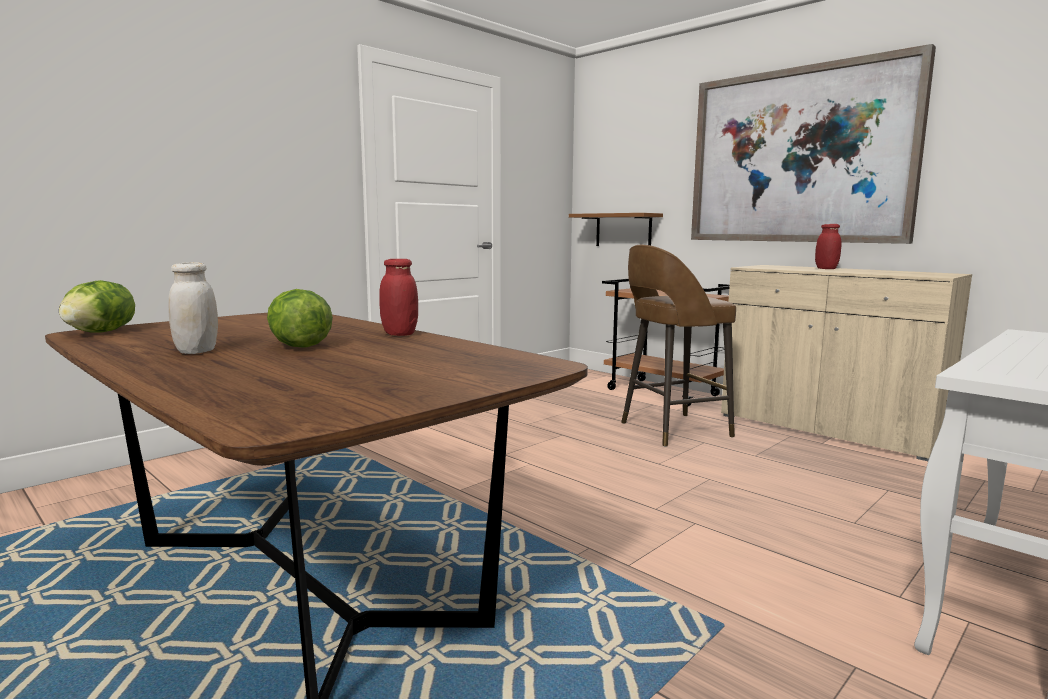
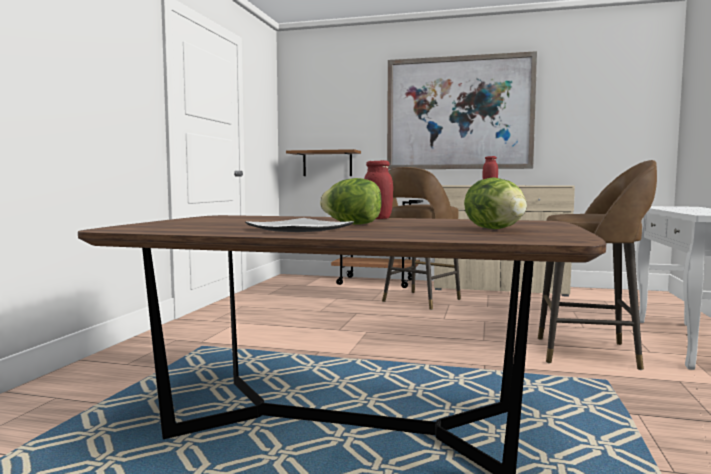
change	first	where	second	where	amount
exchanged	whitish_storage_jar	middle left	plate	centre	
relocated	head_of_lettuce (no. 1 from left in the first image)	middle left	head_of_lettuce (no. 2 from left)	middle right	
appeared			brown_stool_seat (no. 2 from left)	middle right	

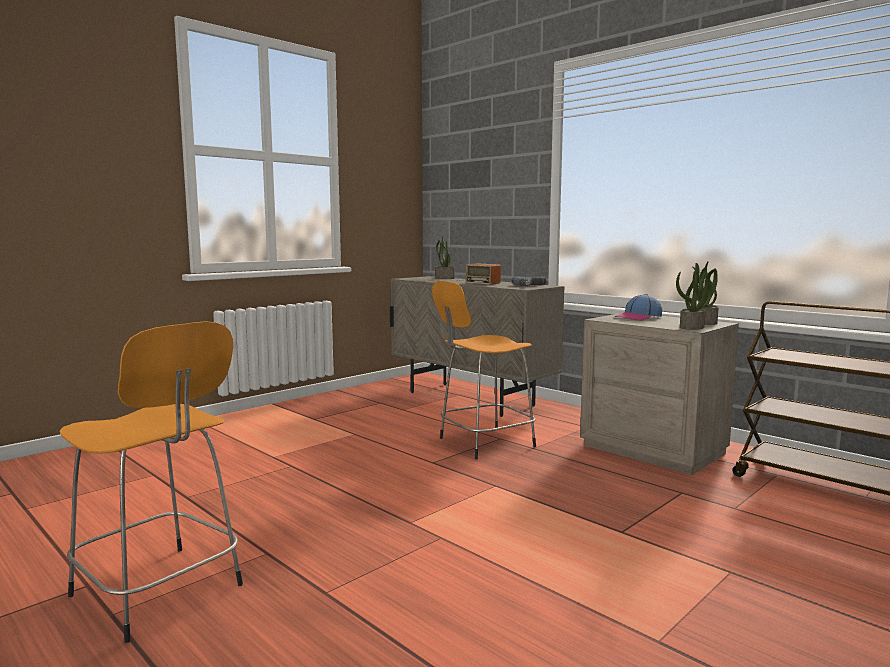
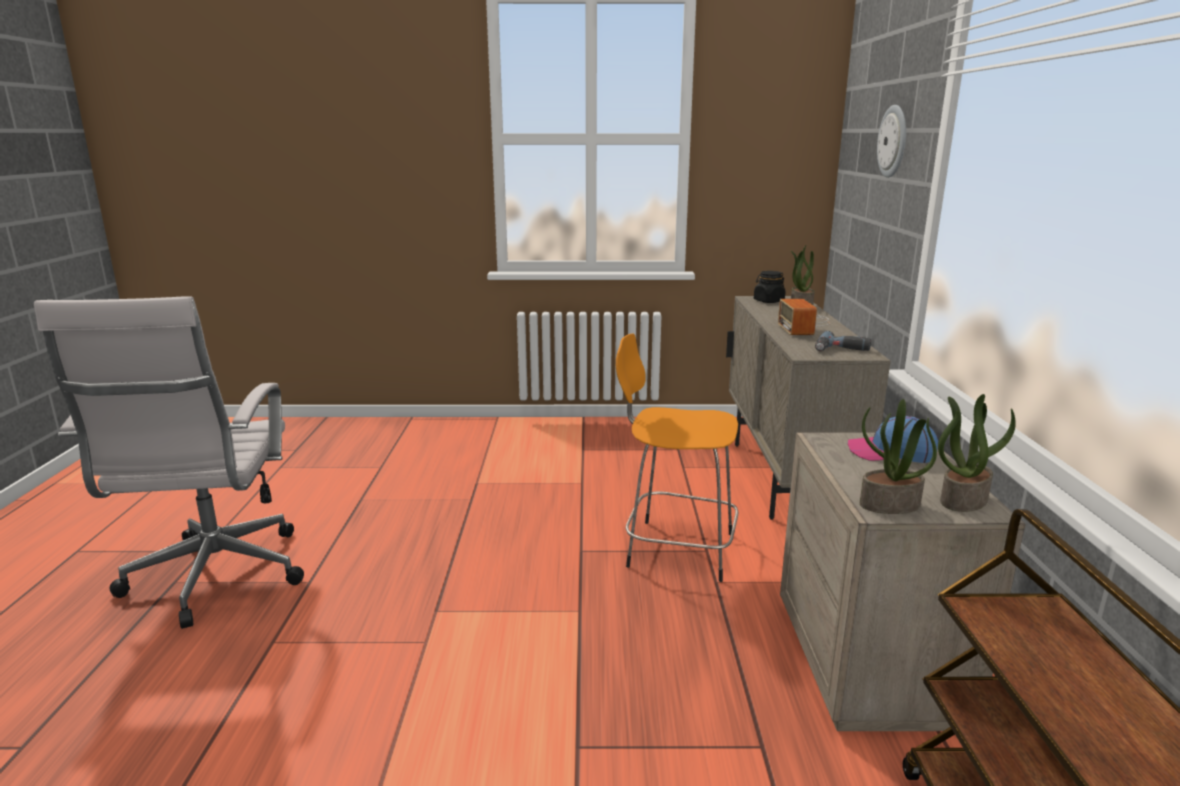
change	first	where	second	where	amount
exchanged	orange-coloured_stool_seat (no. 1 from left)	bottom left	whitish_desk_chair	middle left	
appeared			wall_clock	top right	
appeared			blackish_storage_jar	centre	

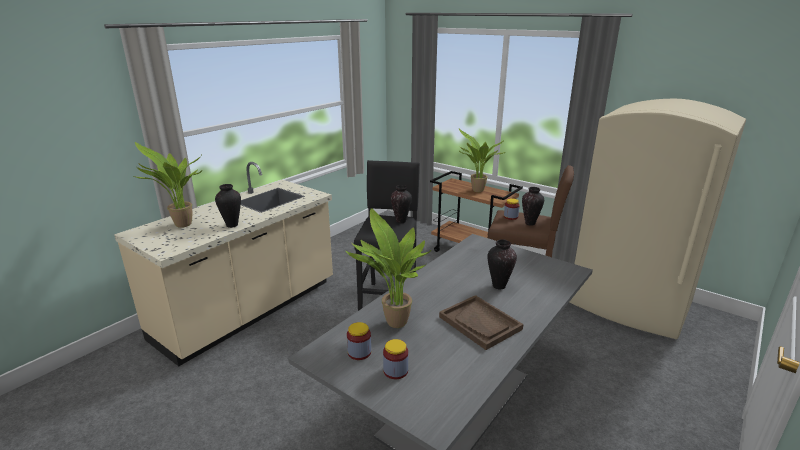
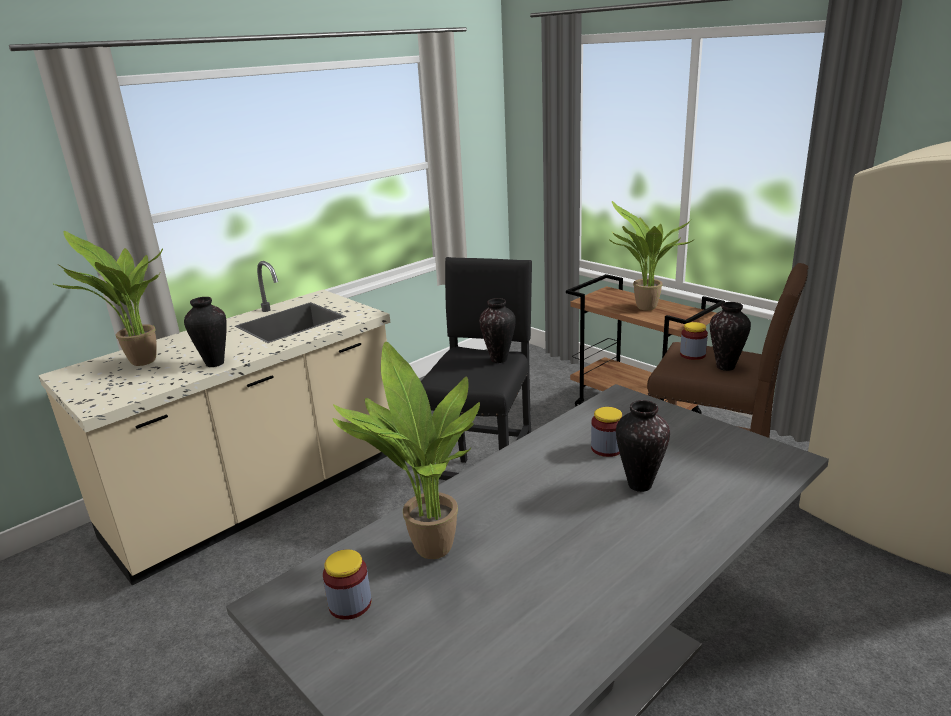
change	first	where	second	where	amount
missing	brown_carrying_tray	bottom centre			
relocated	storage_jar (no. 2 from left)	bottom centre		centre	

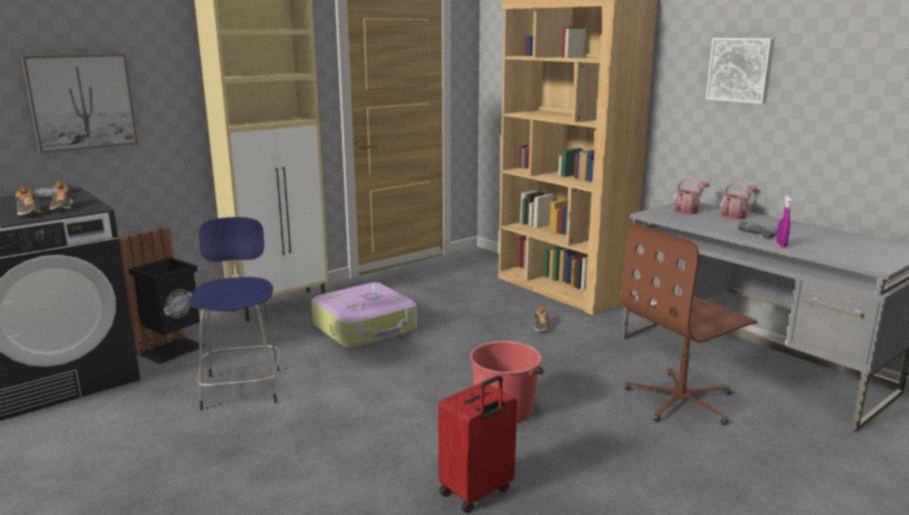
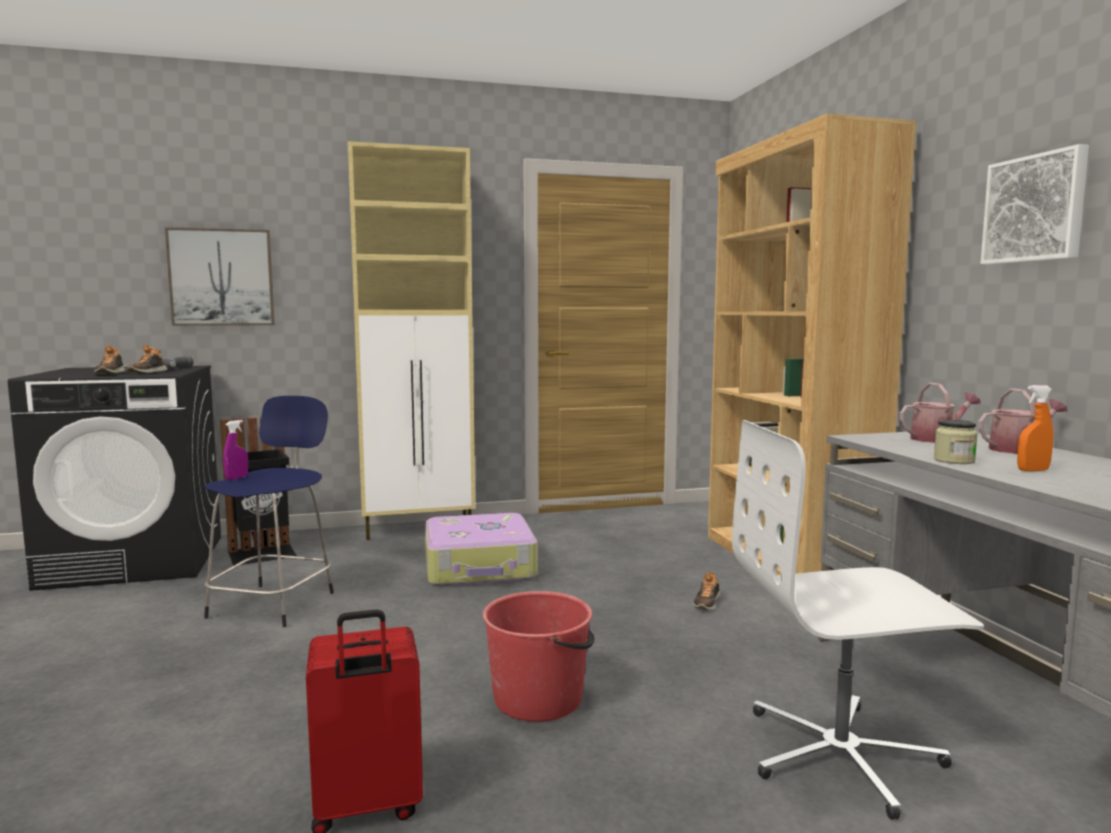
change	first	where	second	where	amount
relocated	purple_sprayer	middle right		middle left	
exchanged	power_drill (no. 2 from left)	middle right	orange-coloured_sprayer	middle right	
colour	brown_desk_chair	middle right	whitish_desk_chair	bottom right	
appeared			storage_jar	middle right	

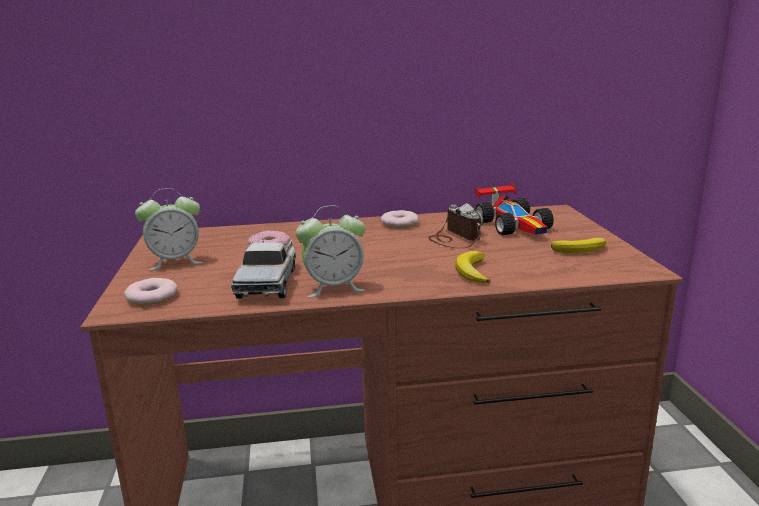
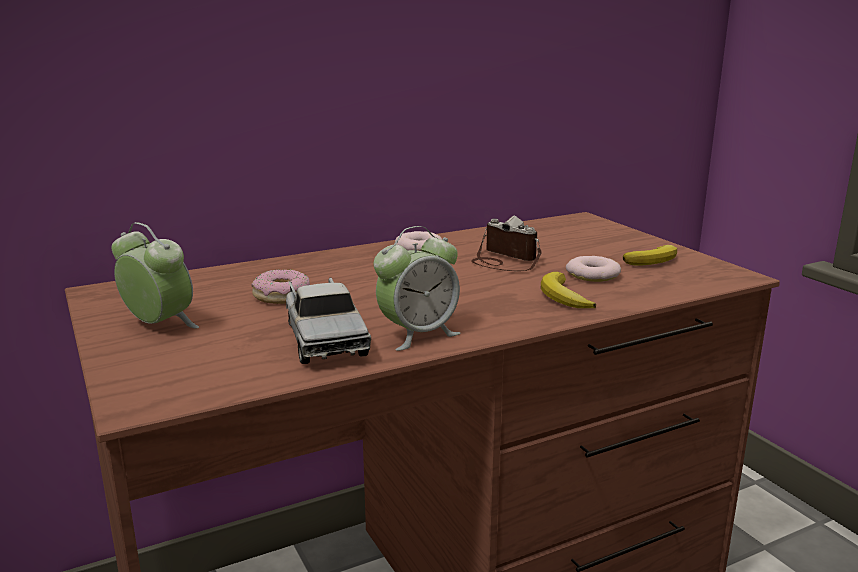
change	first	where	second	where	amount
missing	toy_car	middle right			
spun	table_clock (no. 1 from left)	middle left		middle left	105 degrees counterclockwise
relocated	ring_doughnut (no. 1 from left in the first image)	middle left	ring_doughnut (no. 3 from left)	middle right	

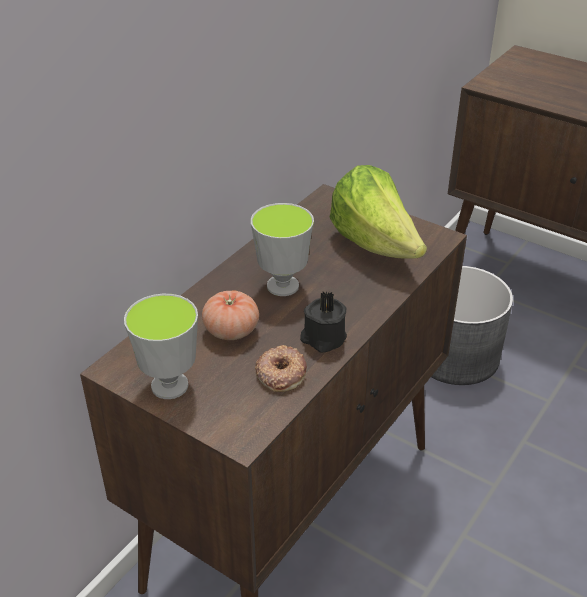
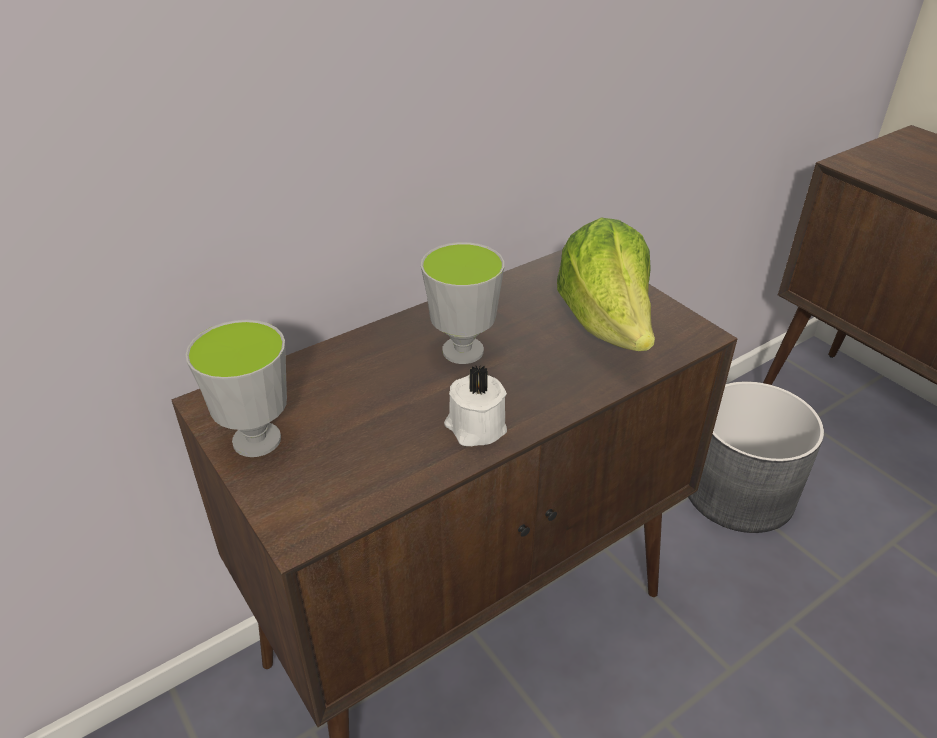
change	first	where	second	where	amount
missing	tomato	centre			
colour	blackish_wax_candle	centre	whitish_wax_candle	centre	
missing	ring_doughnut	centre			

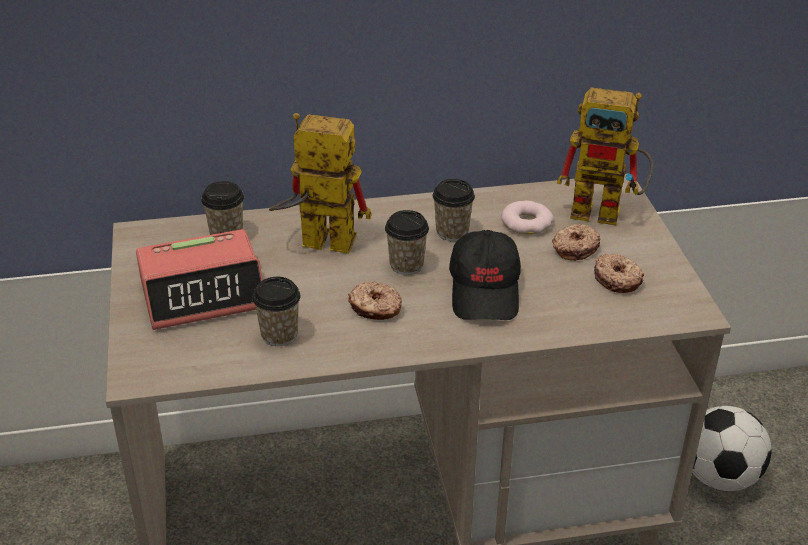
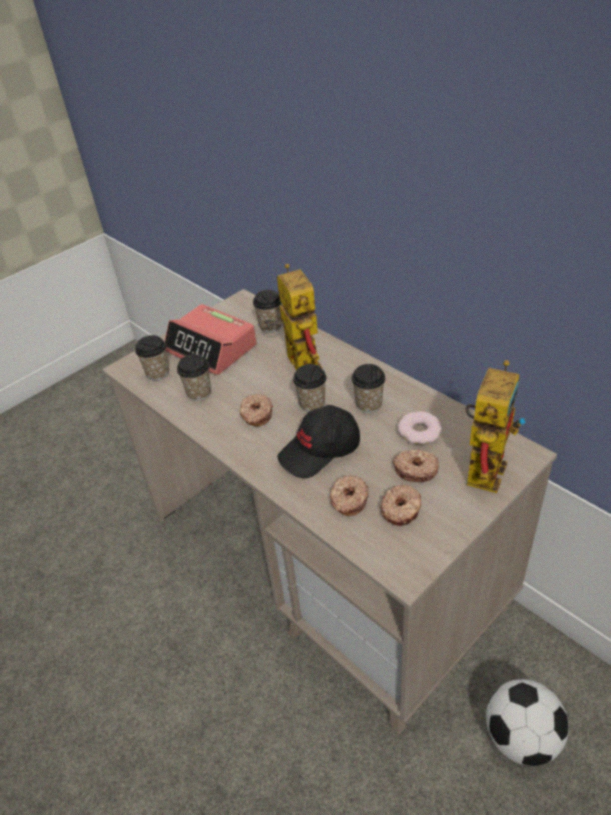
change	first	where	second	where	amount
spun	robot_figure (no. 2 from left)	top right		middle right	135 degrees counterclockwise
appeared			small_cup (no. 1 from left)	middle left	
appeared			ring_doughnut (no. 2 from left)	centre	

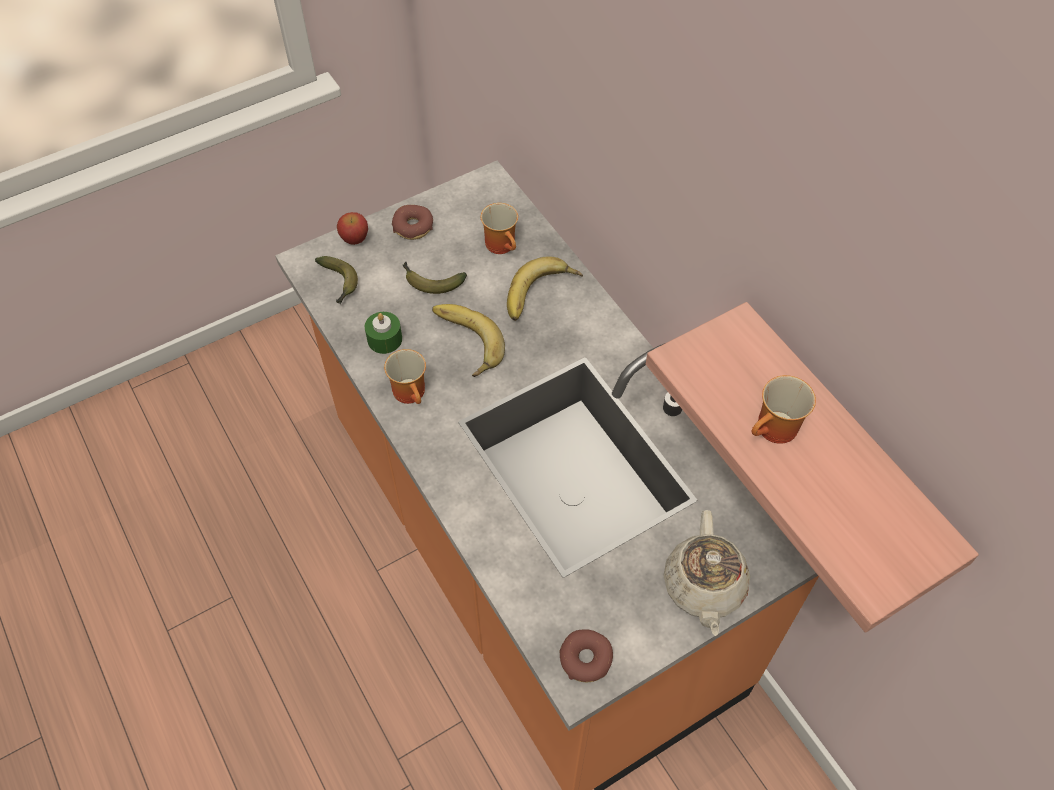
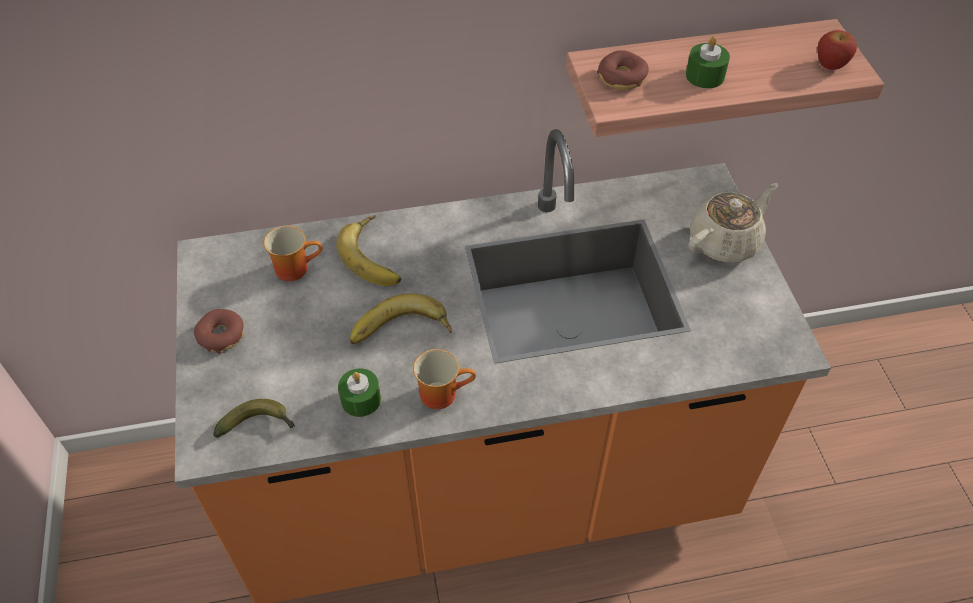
change	first	where	second	where	amount
relocated	apple_fruit	top centre		top right	
missing	whole_banana (no. 2 from left)	centre			
exchanged	mug (no. 3 from left)	middle right	green-coloured_wax_candle (no. 2 from left)	top right	
spun	beige-coloured_tea_pot	bottom right		middle right	60 degrees counterclockwise
relocated	ring_doughnut (no. 2 from left)	bottom centre		top centre	

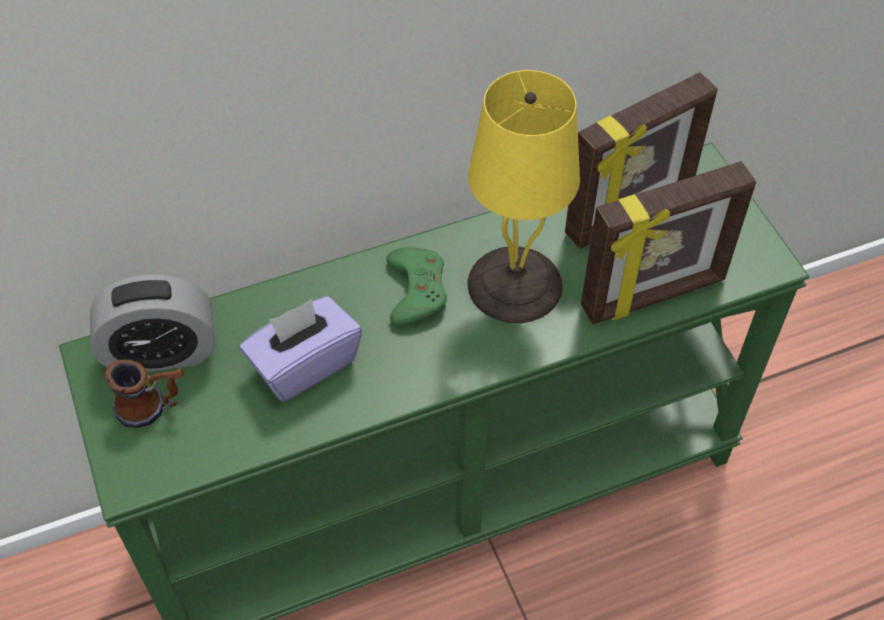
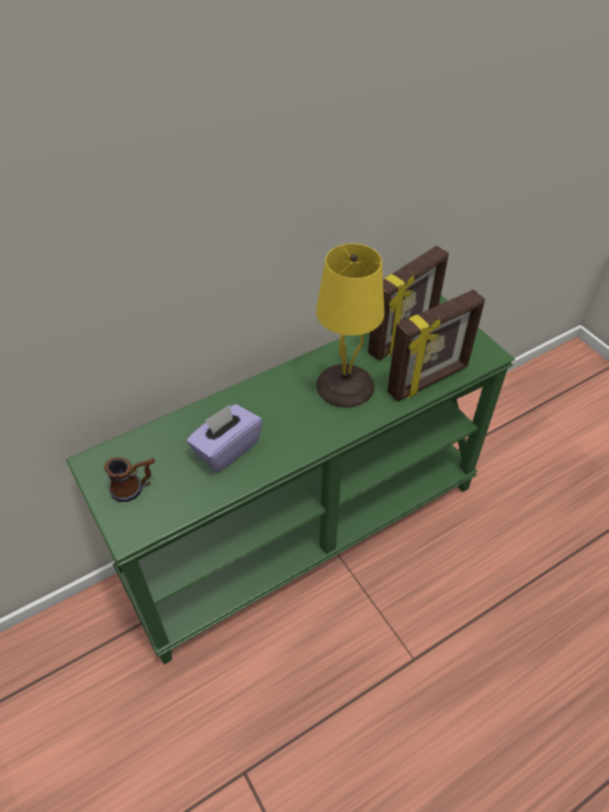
change	first	where	second	where	amount
missing	green-coloured_game_controller	centre			
missing	table_clock	middle left			

